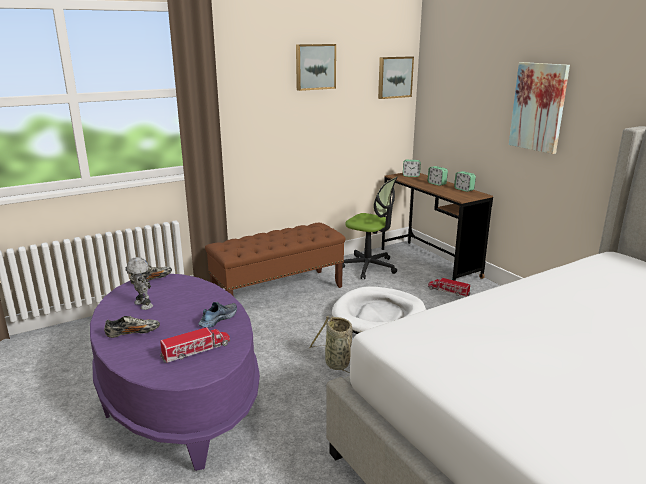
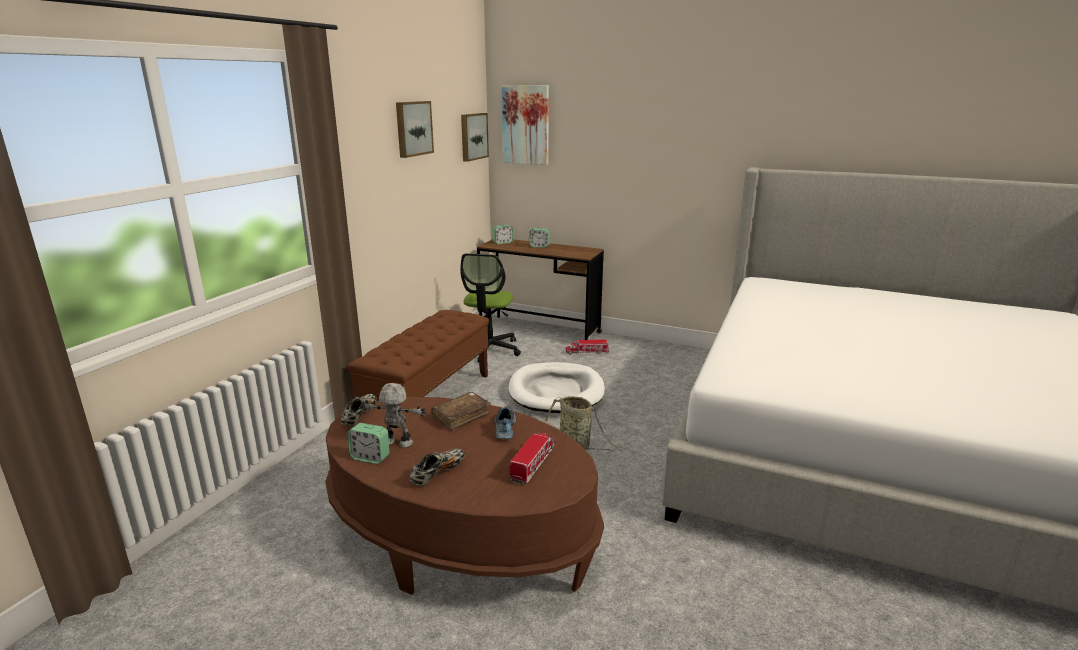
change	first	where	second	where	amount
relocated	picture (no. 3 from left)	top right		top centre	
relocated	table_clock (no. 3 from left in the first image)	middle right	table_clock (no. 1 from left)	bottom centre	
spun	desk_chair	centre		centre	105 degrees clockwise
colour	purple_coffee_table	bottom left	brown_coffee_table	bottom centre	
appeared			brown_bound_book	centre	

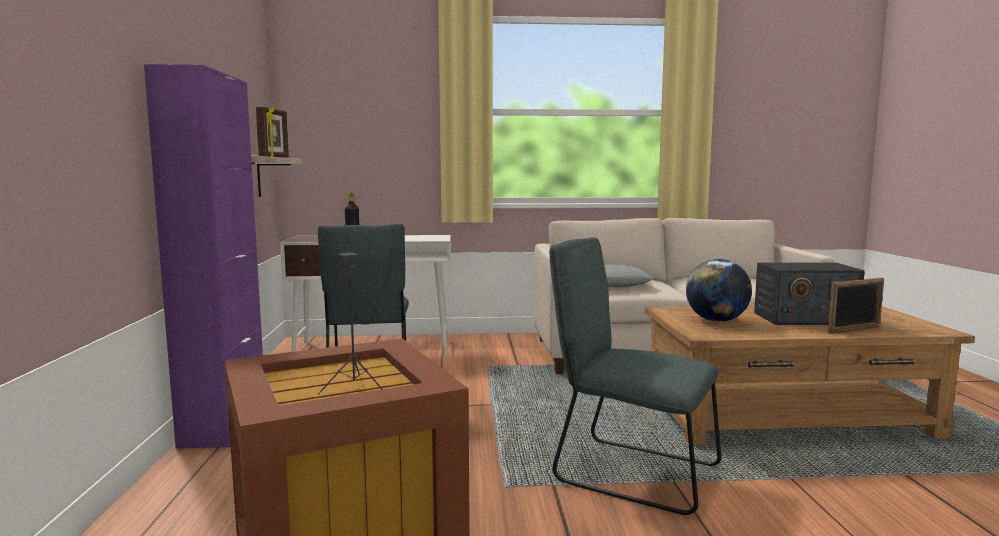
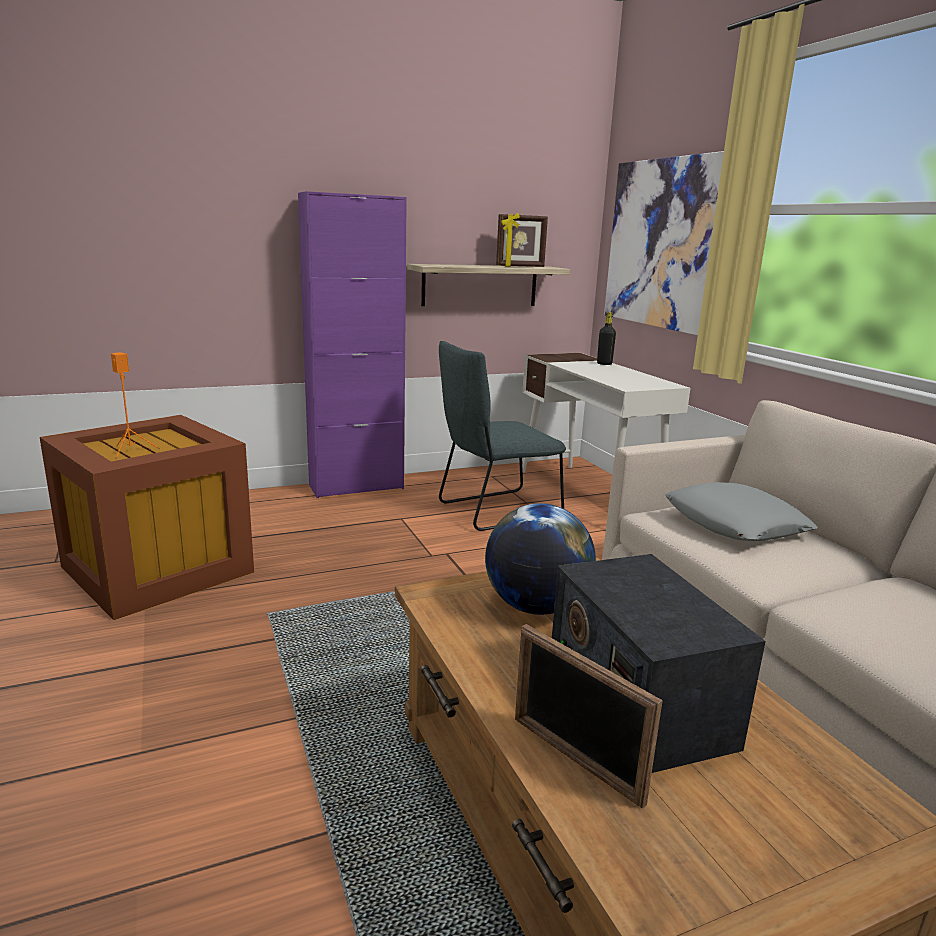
change	first	where	second	where	amount
missing	greyish_chair (no. 2 from left)	bottom centre			
colour	blackish_audio_speaker	centre	orange-coloured_audio_speaker	middle left	
appeared			picture	top right	

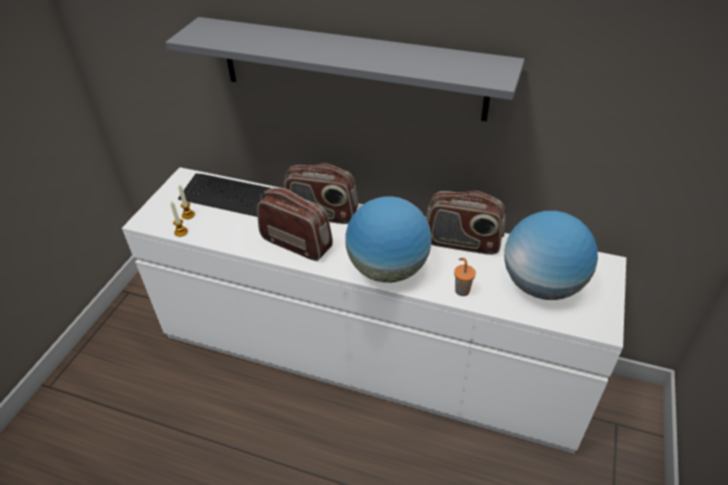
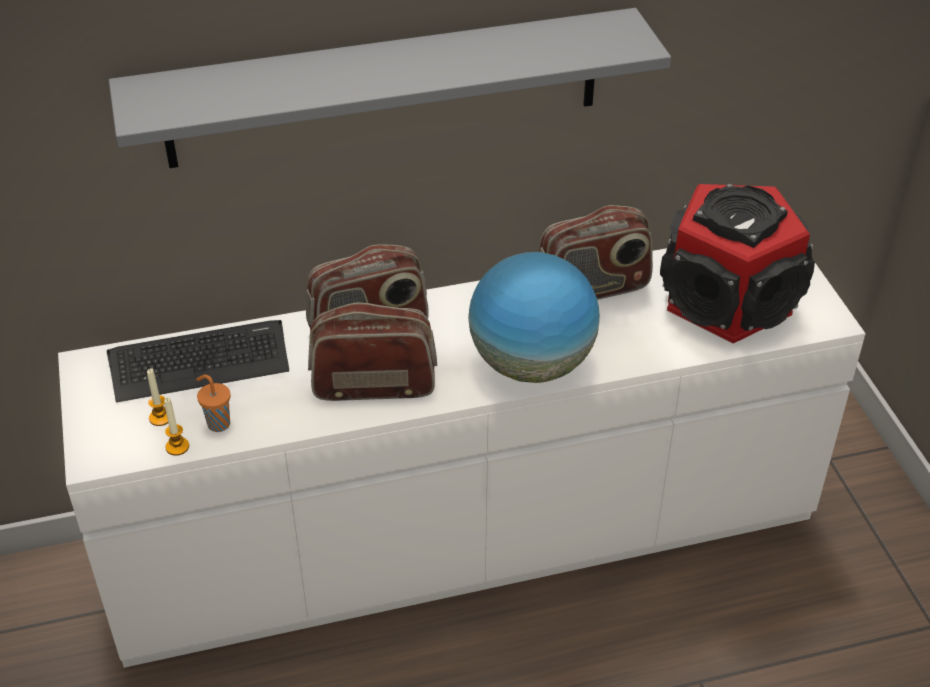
change	first	where	second	where	amount
exchanged	globe (no. 2 from left)	middle right	audio_speaker	middle right	
relocated	orange-coloured_small_cup	centre		middle left	

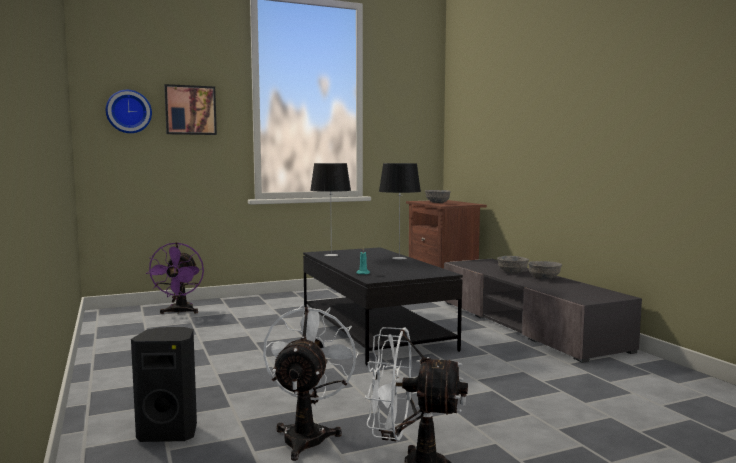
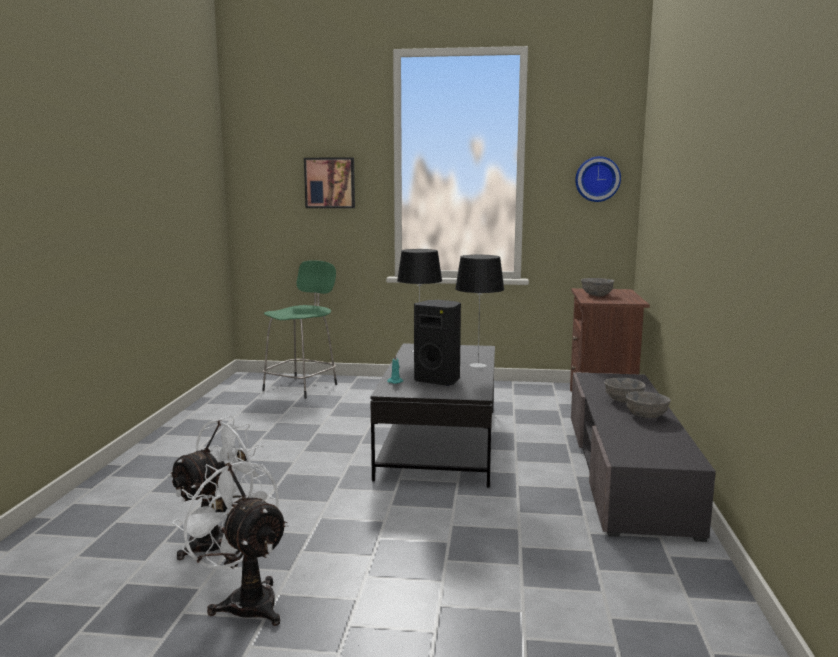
change	first	where	second	where	amount
relocated	wall_clock	top left		top right	
exchanged	purple_fan	middle left	green-coloured_stool_seat	centre	
relocated	blackish_audio_speaker	bottom left		centre	

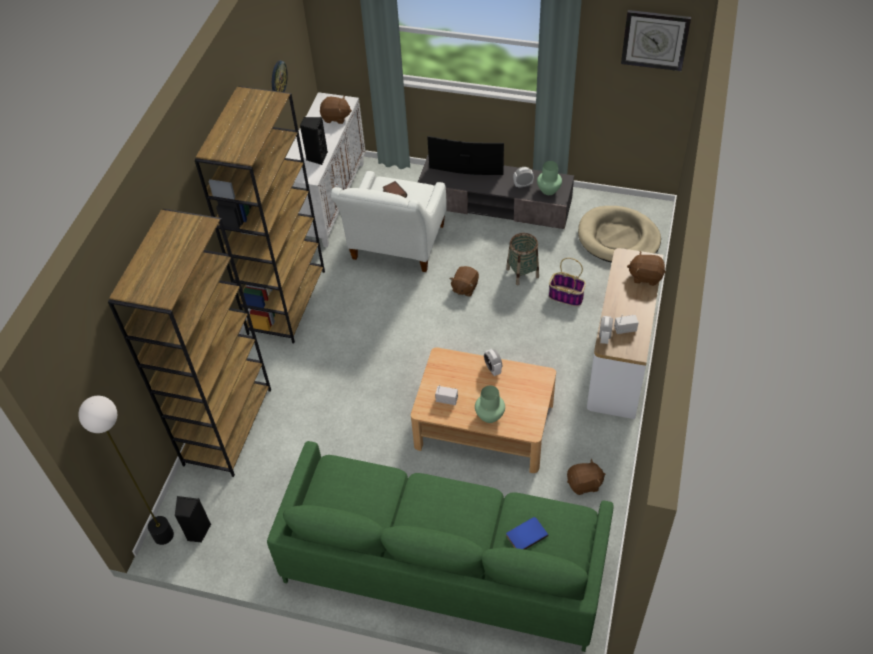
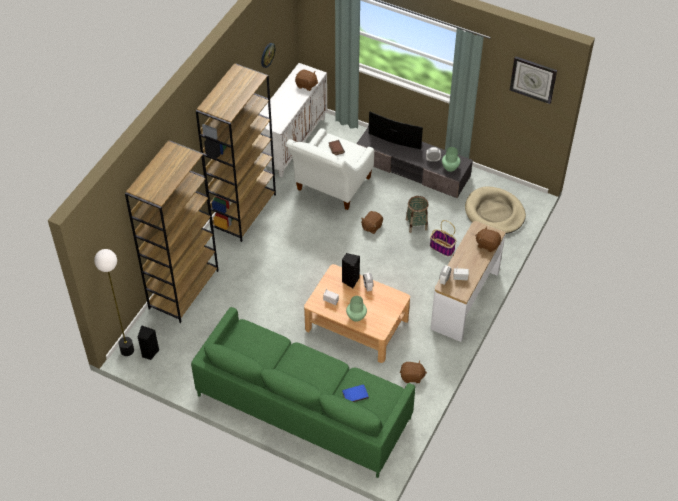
change	first	where	second	where	amount
relocated	blackish_audio_speaker (no. 2 from left)	top centre		centre	

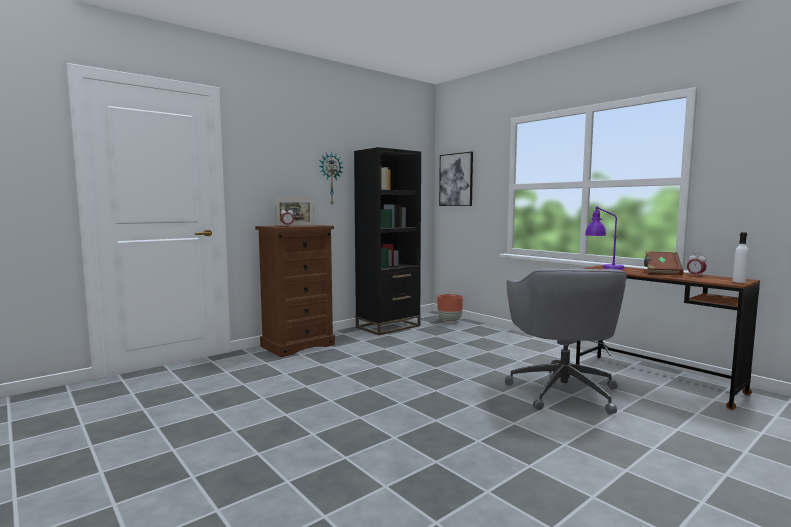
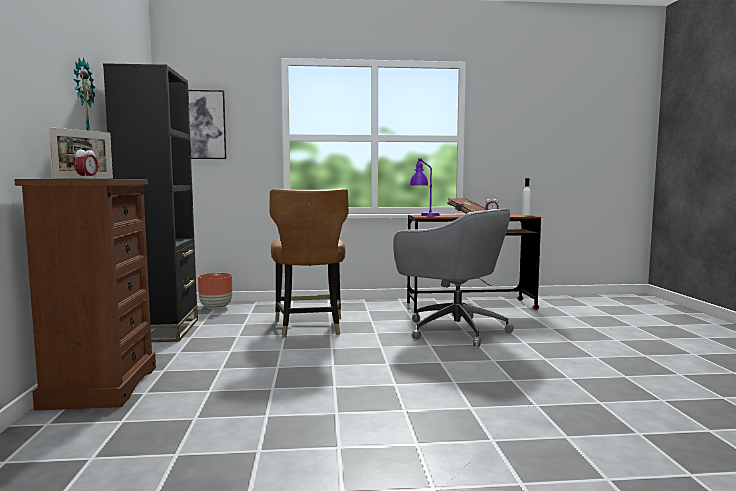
change	first	where	second	where	amount
appeared			brown_chair	centre	

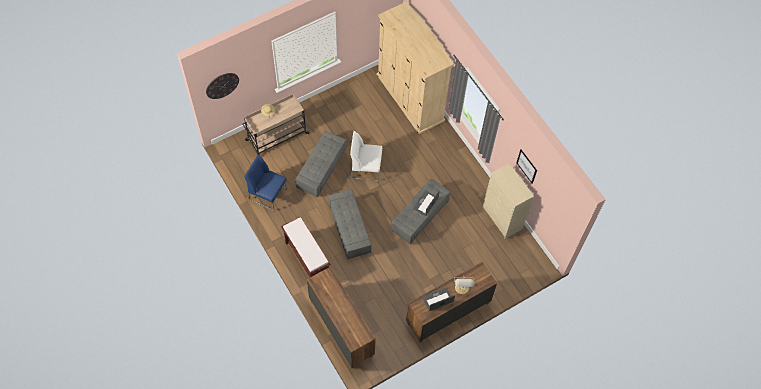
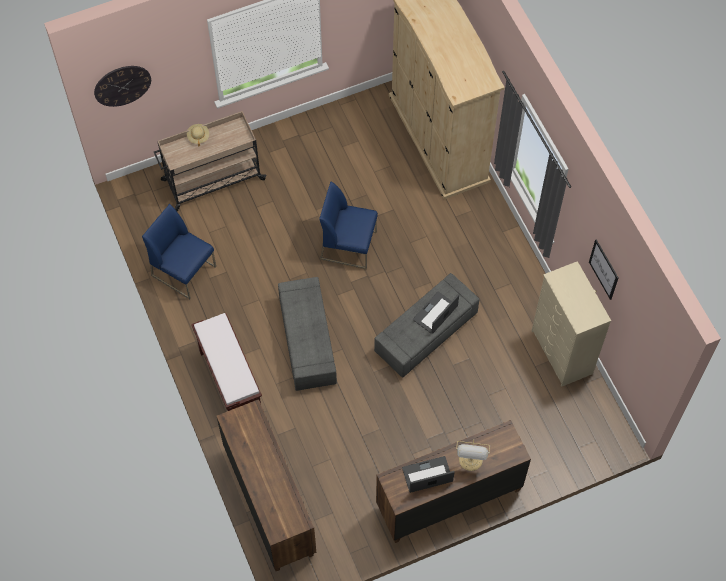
change	first	where	second	where	amount
missing	greyish_ottoman (no. 1 from left)	centre			
colour	whitish_chair	centre	blue_chair (no. 2 from left)	centre	

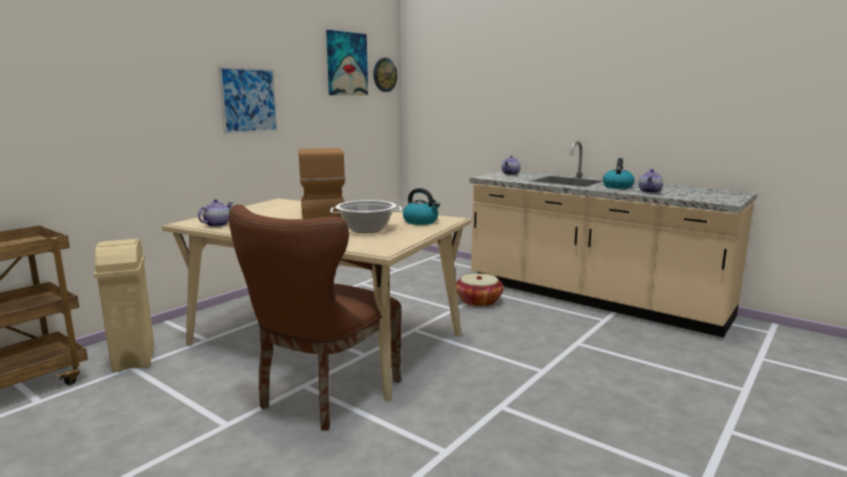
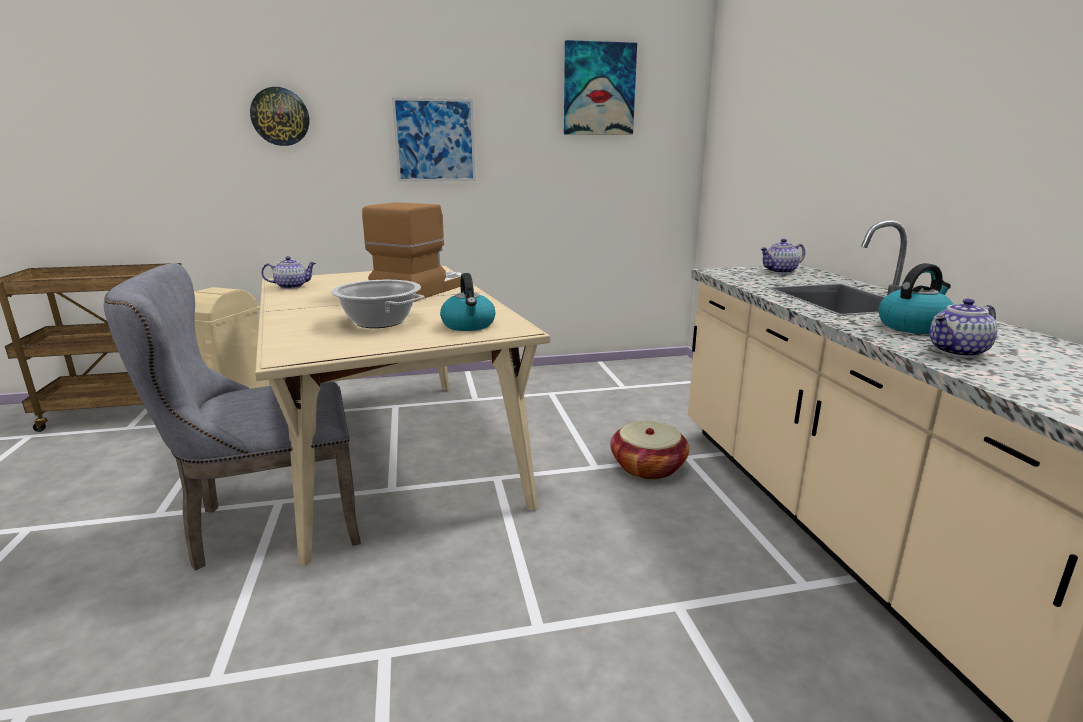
change	first	where	second	where	amount
relocated	wall_clock	top centre		top left	
colour	brown_chair	centre	greyish_chair	middle left	

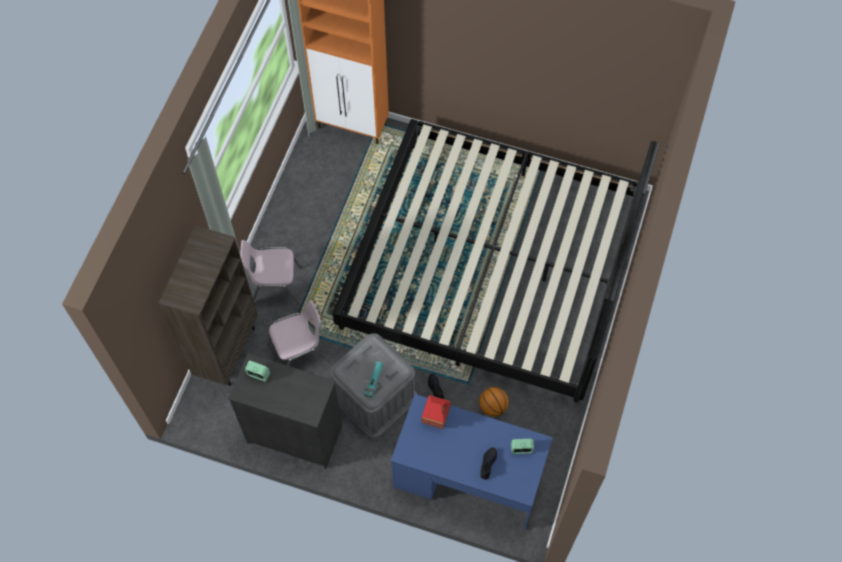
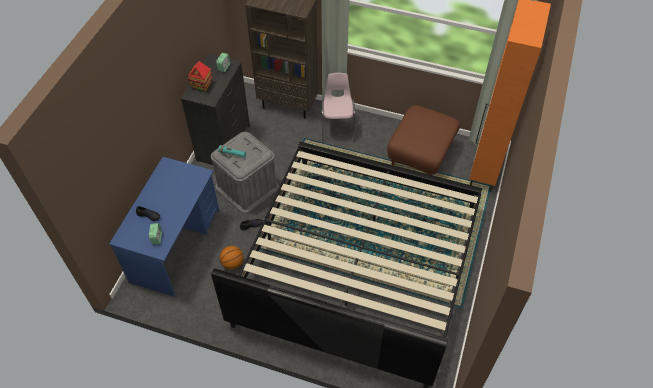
change	first	where	second	where	amount
missing	pink-coloured_chair (no. 2 from left)	centre			
relocated	toy_house	bottom centre		top left	
appeared			brown_ottoman	centre	

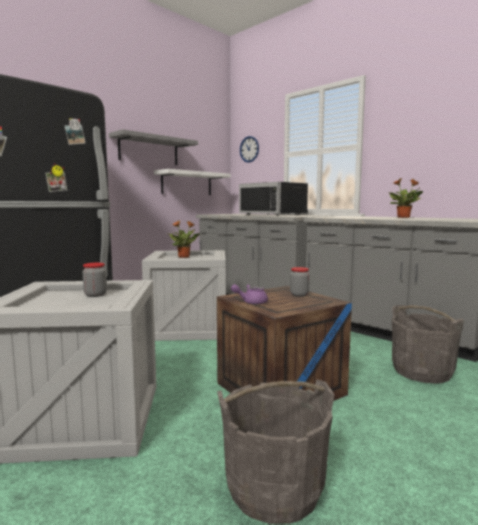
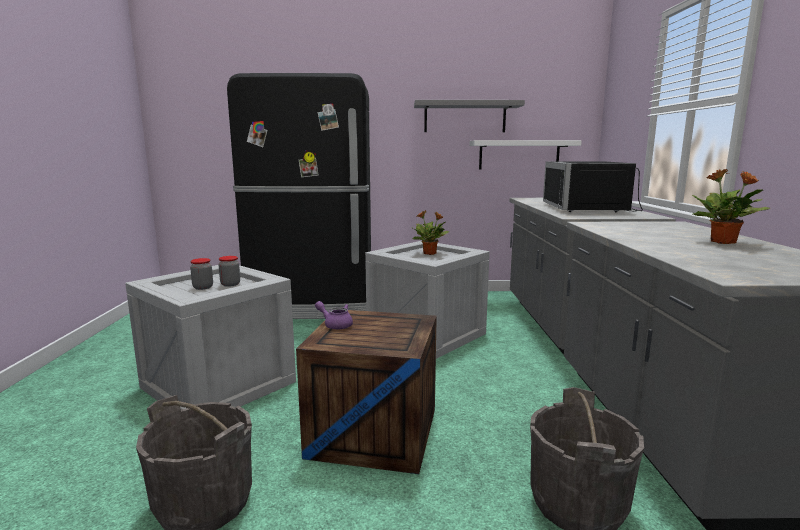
change	first	where	second	where	amount
missing	wall_clock	top centre			
relocated	storage_jar (no. 2 from left in the first image)	centre	storage_jar (no. 1 from left)	middle left	

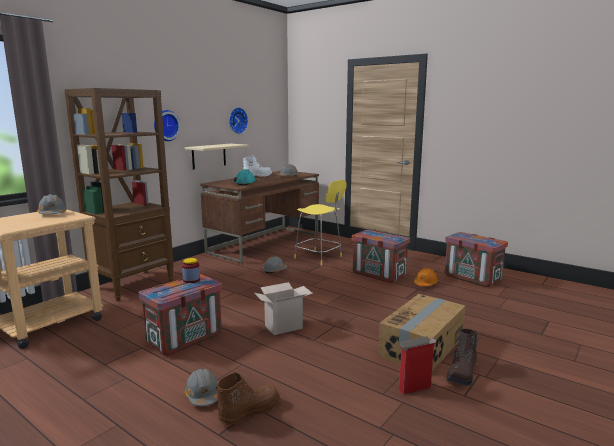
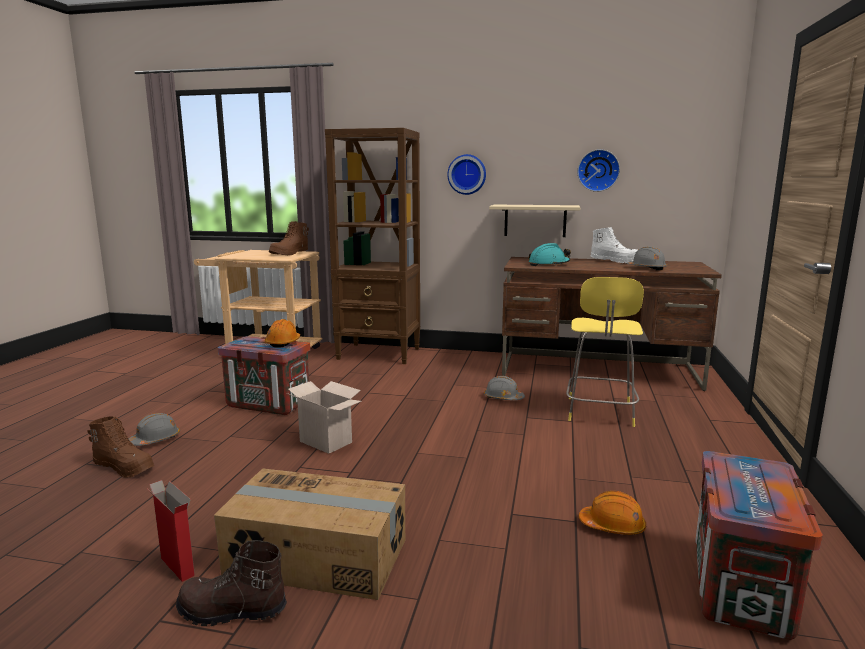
change	first	where	second	where	amount
exchanged	greyish_work_helmet (no. 1 from left)	middle left	brown_boot (no. 3 from left)	centre	
missing	packing_crate (no. 2 from left)	centre			
exchanged	storage_jar	middle left	orange-coloured_work_helmet (no. 1 from left)	middle left	

